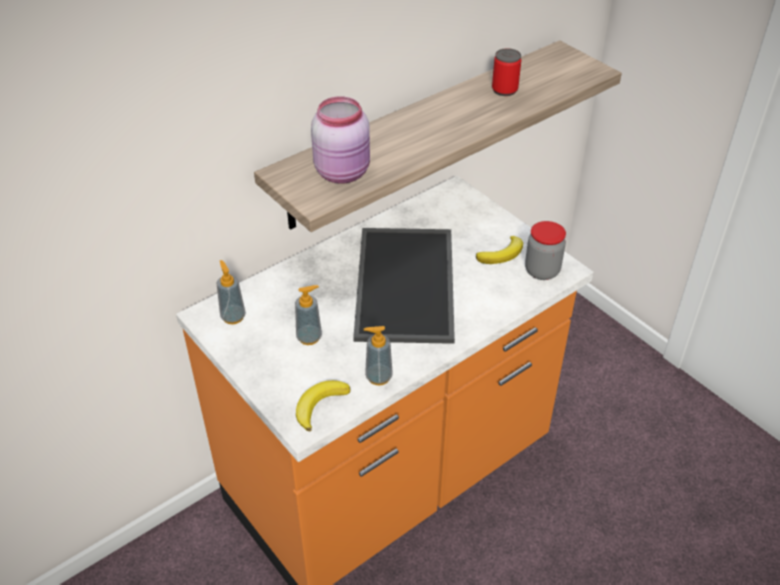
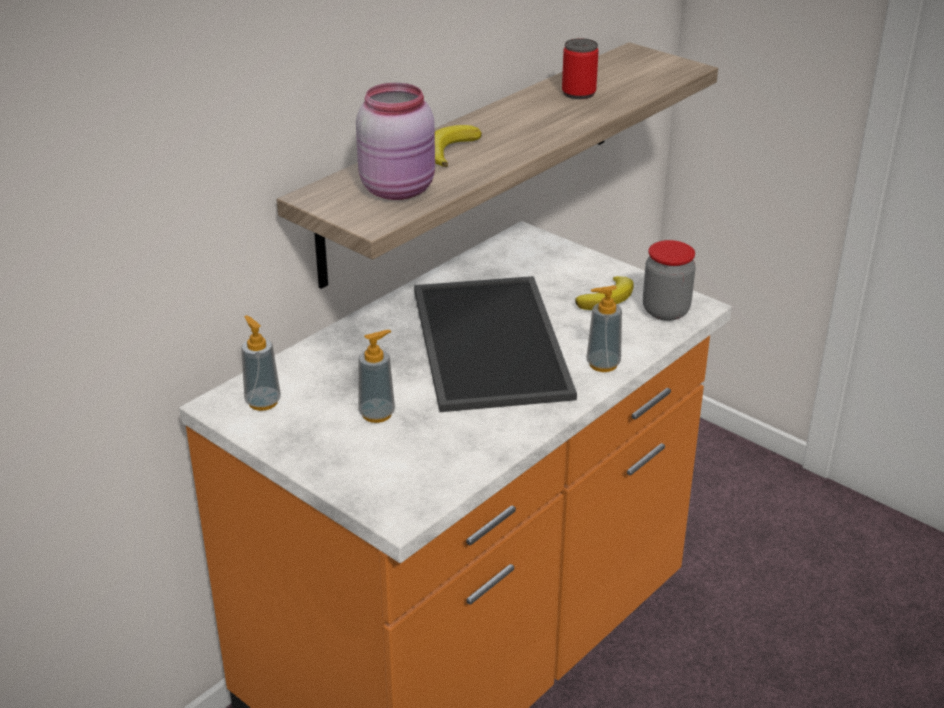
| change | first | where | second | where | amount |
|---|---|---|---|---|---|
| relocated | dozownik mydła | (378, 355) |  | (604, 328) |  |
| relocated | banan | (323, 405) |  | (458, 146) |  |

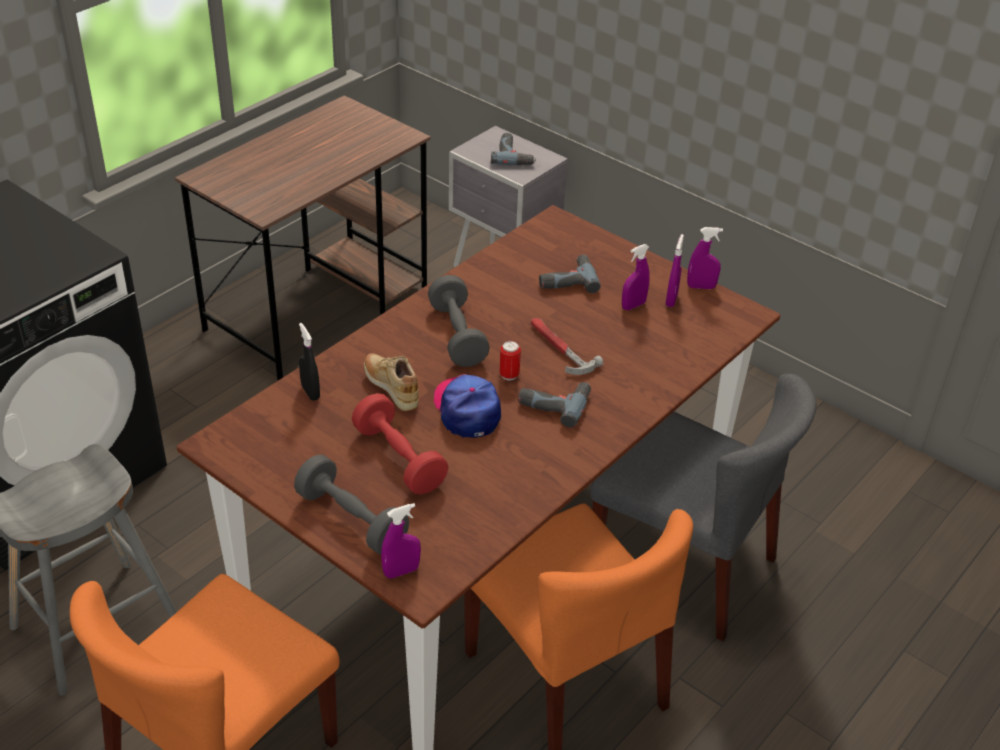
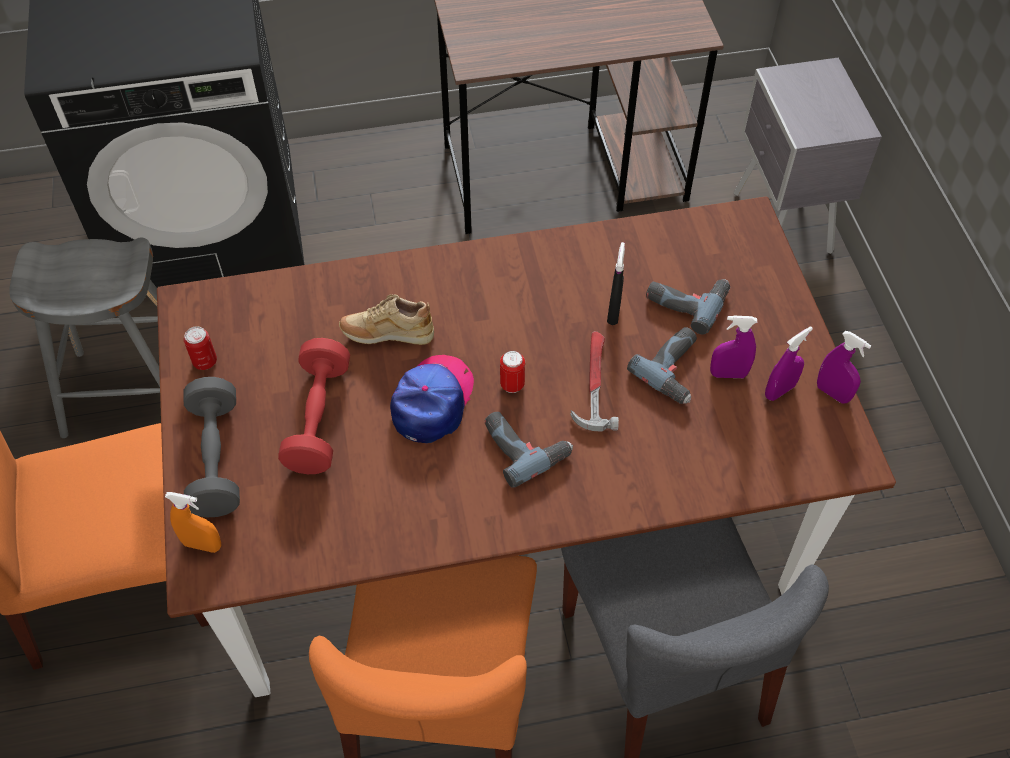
| change | first | where | second | where | amount |
|---|---|---|---|---|---|
| relocated | wiertarka | (513, 149) |  | (662, 365) |  |
| missing | hantel [szary] | (459, 321) |  |  |  |
| relocated | spryskiwacz [czarny] | (309, 362) |  | (616, 283) |  |
| spun | but [beżowy] | (391, 382) |  | (386, 319) | 90 degrees counterclockwise |
| colour | spryskiwacz [fioletowy] | (401, 540) | spryskiwacz [pomarańczowy] | (193, 522) |  |
| appeared |  |  | puszka | (200, 348) |  |

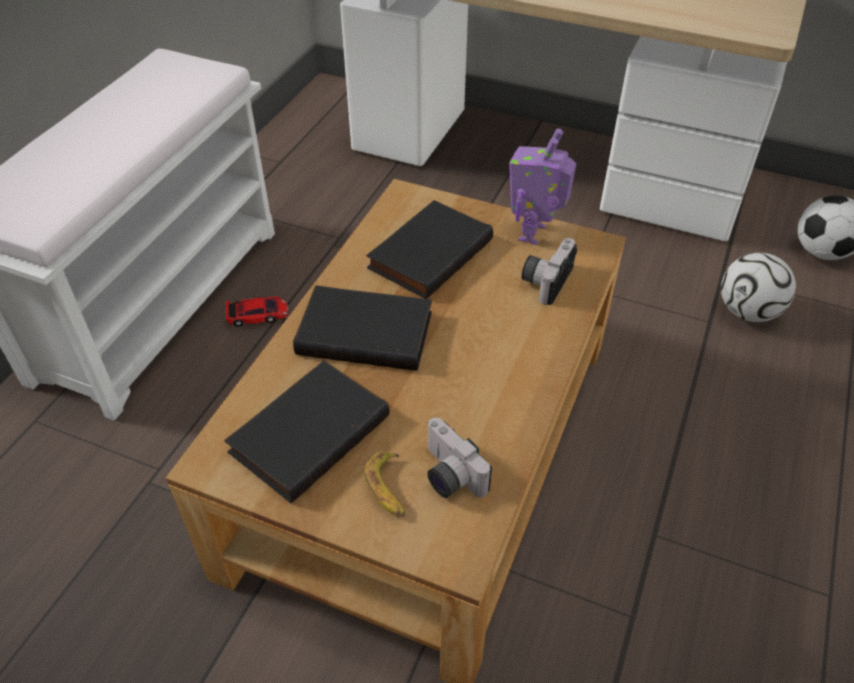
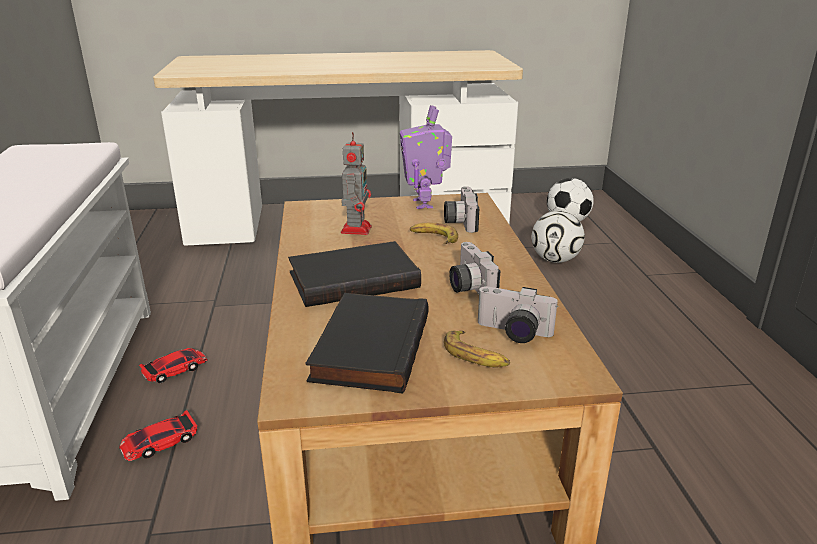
| change | first | where | second | where | amount |
|---|---|---|---|---|---|
| exchanged | książka [czarny] | (429, 249) | robot zabawkowy | (356, 183) |  |
| appeared |  |  | banan | (434, 233) |  |
| appeared |  |  | aparat fotograficzny | (474, 268) |  |
| appeared |  |  | samochodzik | (158, 435) |  |

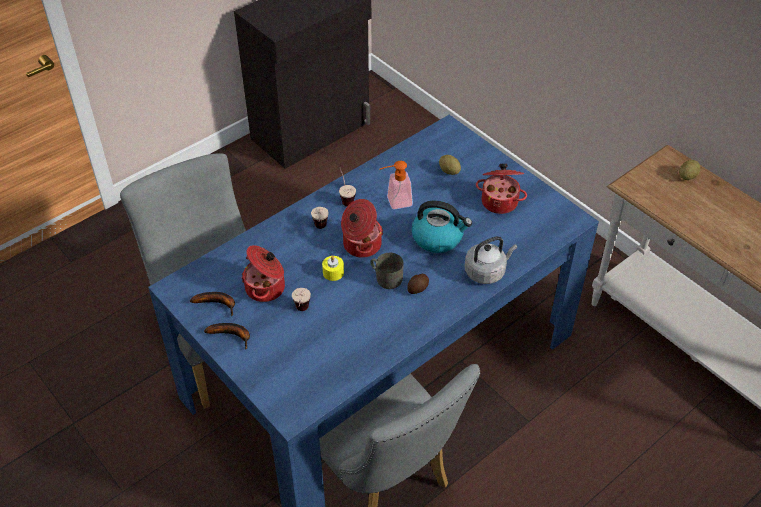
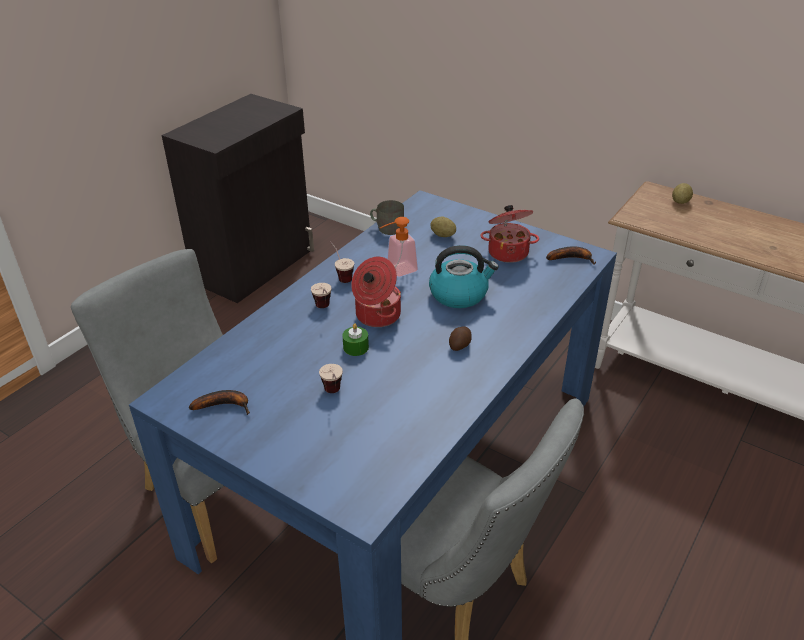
| change | first | where | second | where | amount |
|---|---|---|---|---|---|
| missing | czajnik [szary] | (491, 260) |  |  |  |
| missing | garnek | (263, 273) |  |  |  |
| relocated | kubek [szary] | (386, 271) |  | (387, 217) |  |
| colour | świeca [żółty] | (333, 268) | świeca [zielony] | (355, 339) |  |
| relocated | banan | (227, 336) |  | (571, 255) |  |

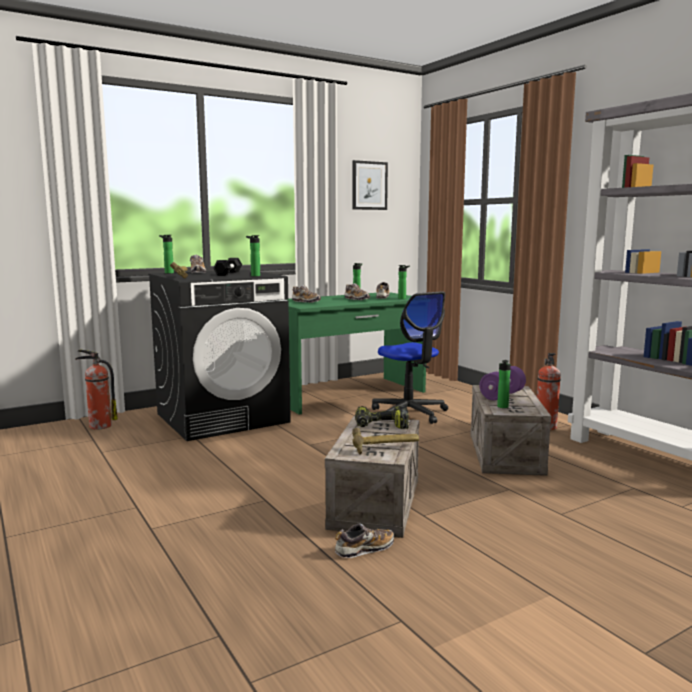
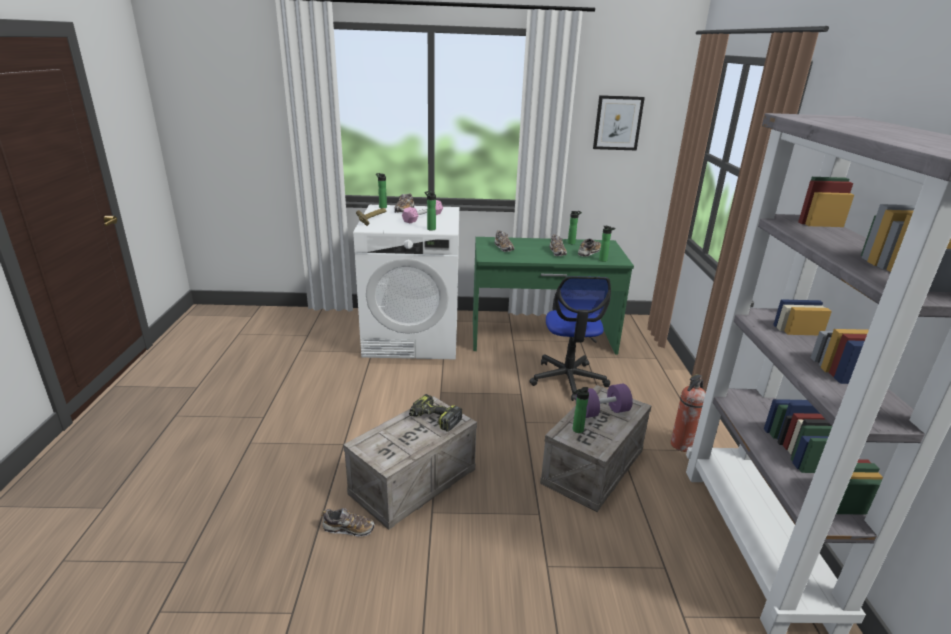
| change | first | where | second | where | amount |
|---|---|---|---|---|---|
| colour | hantel [czarny] | (227, 267) | hantel [różowy] | (422, 211) |  |
| colour | pralka [czarny] | (219, 355) | pralka [biały] | (406, 282) |  |
| missing | gaśnica | (96, 389) |  |  |  |
| missing | młotek | (385, 441) |  |  |  |

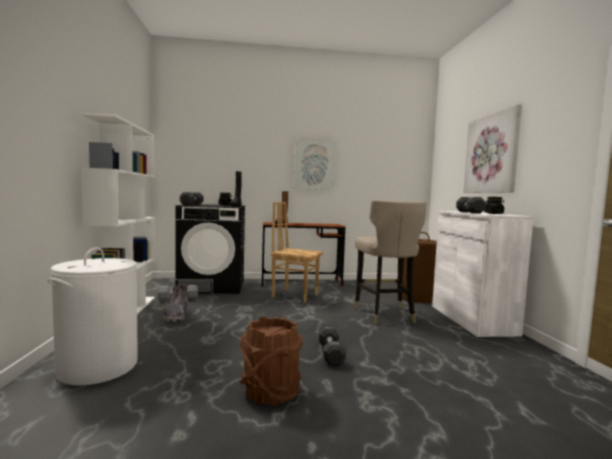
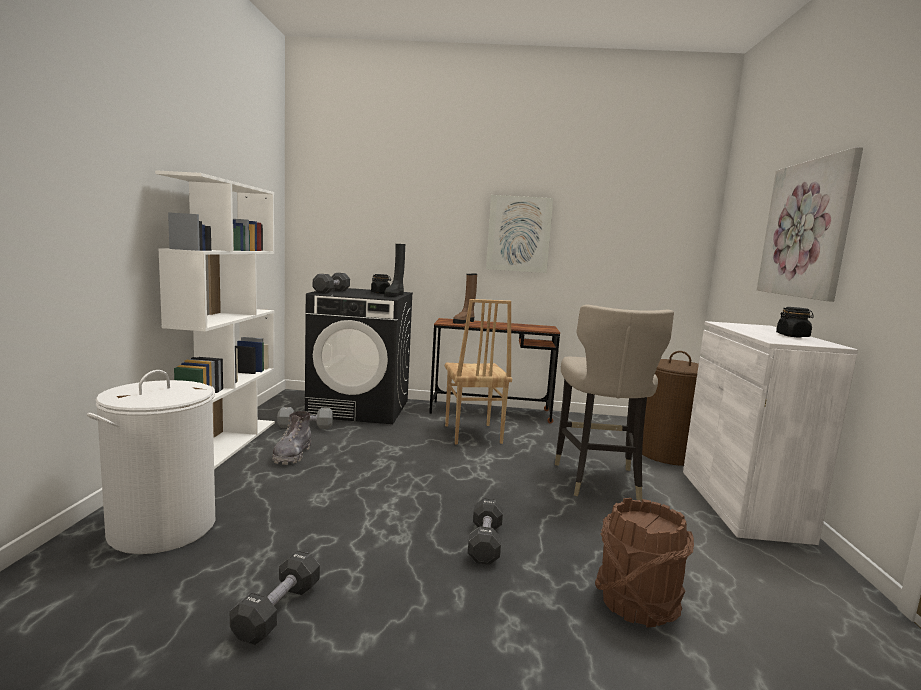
| change | first | where | second | where | amount |
|---|---|---|---|---|---|
| relocated | hantel [czarny] | (471, 205) |  | (275, 597) |  |
| spun | krzesło [brązowy] | (297, 252) |  | (478, 372) | 135 degrees counterclockwise |
| relocated | wiadro [brązowy] | (271, 361) |  | (644, 563) |  |

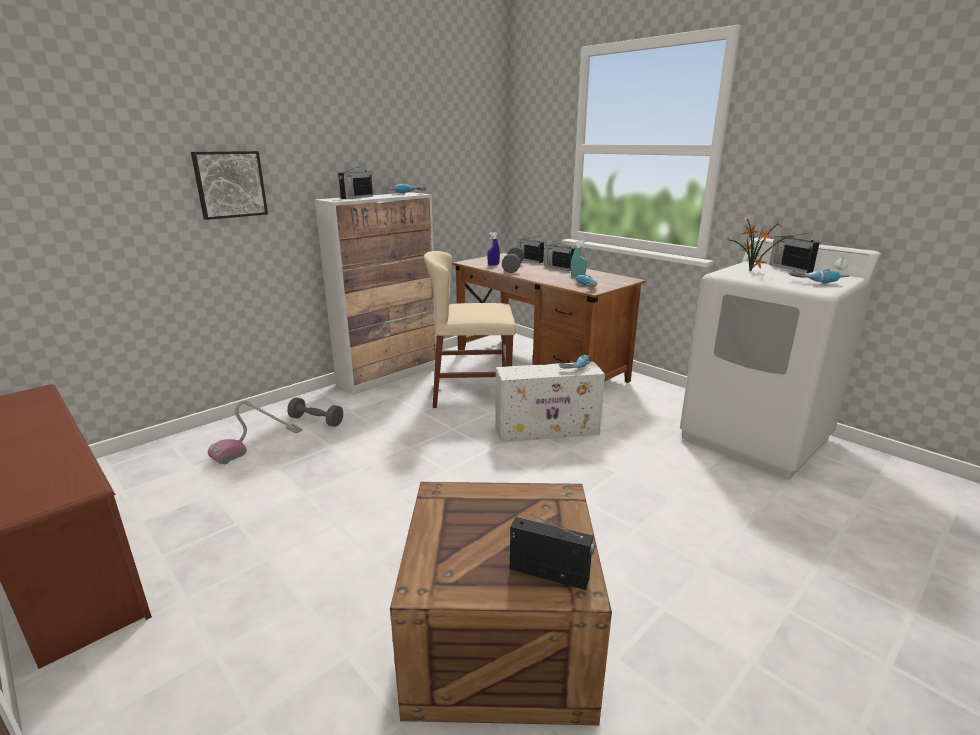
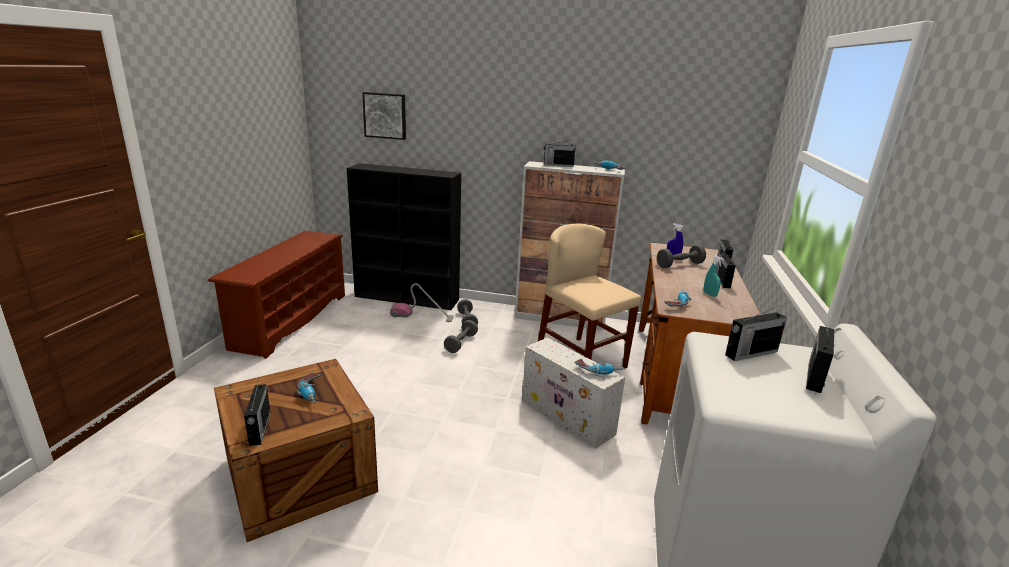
| change | first | where | second | where | amount |
|---|---|---|---|---|---|
| relocated | obraz | (229, 185) |  | (384, 116) |  |
| exchanged | roślina doniczkowa | (761, 243) | radio | (756, 333) |  |
| relocated | wiertarka | (818, 276) |  | (309, 388) |  |
| appeared |  |  | regał [czarny] | (404, 236) |  |
| appeared |  |  | hantel [szary] | (461, 336) |  |

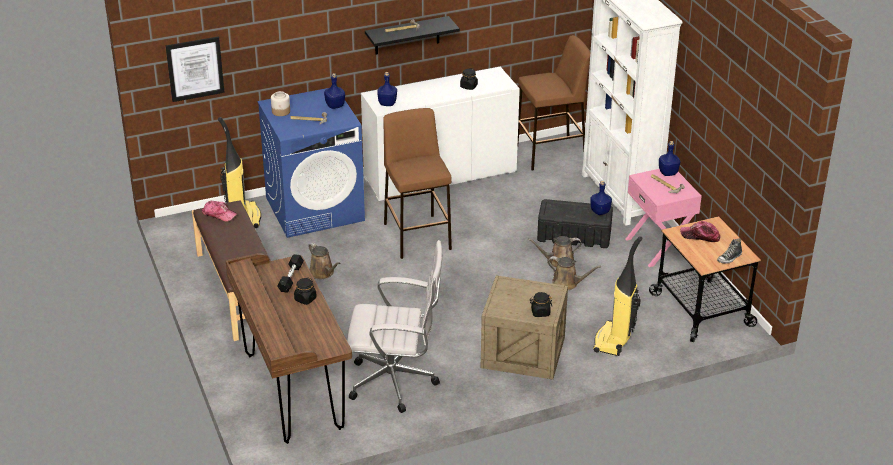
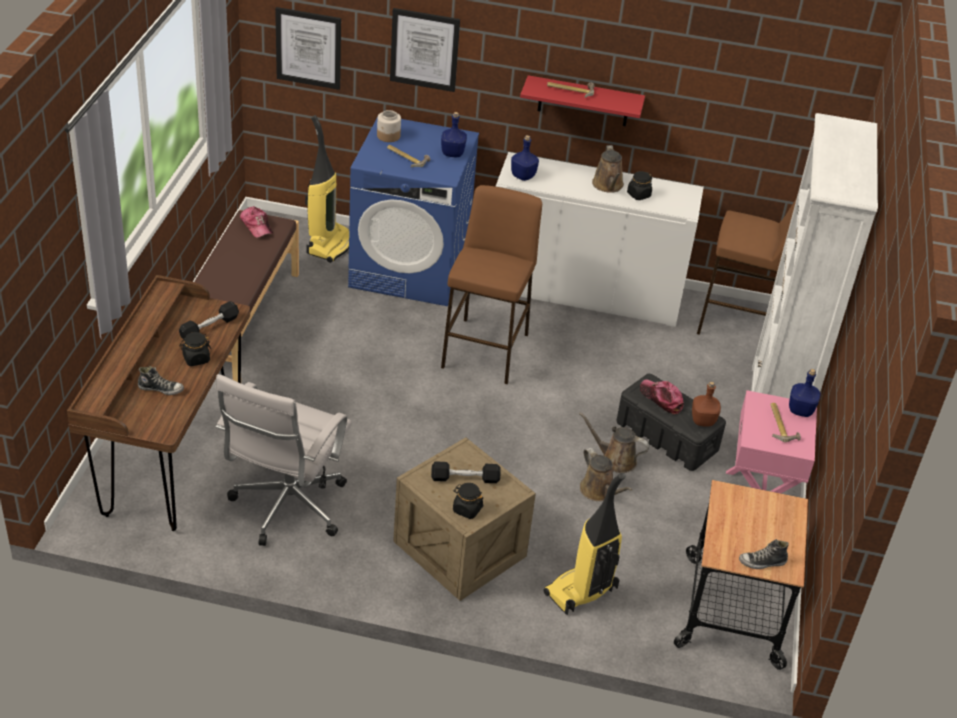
| change | first | where | second | where | amount |
|---|---|---|---|---|---|
| colour | półka [czarny] | (412, 35) | półka [czerwony] | (582, 100) |  |
| colour | butelka [niebieski] | (601, 198) | butelka [brązowy] | (706, 404) |  |
| relocated | czapka z daszkiem | (700, 231) |  | (662, 396) |  |
| spun | krzesło biurowe [biały] | (394, 326) |  | (284, 460) | 75 degrees clockwise |
| relocated | konewka [brązowy] | (324, 261) |  | (608, 169) |  |
| appeared |  |  | obraz | (425, 50) |  |
| appeared |  |  | but | (161, 380) |  |
| appeared |  |  | hantel [czarny] | (466, 472) |  |

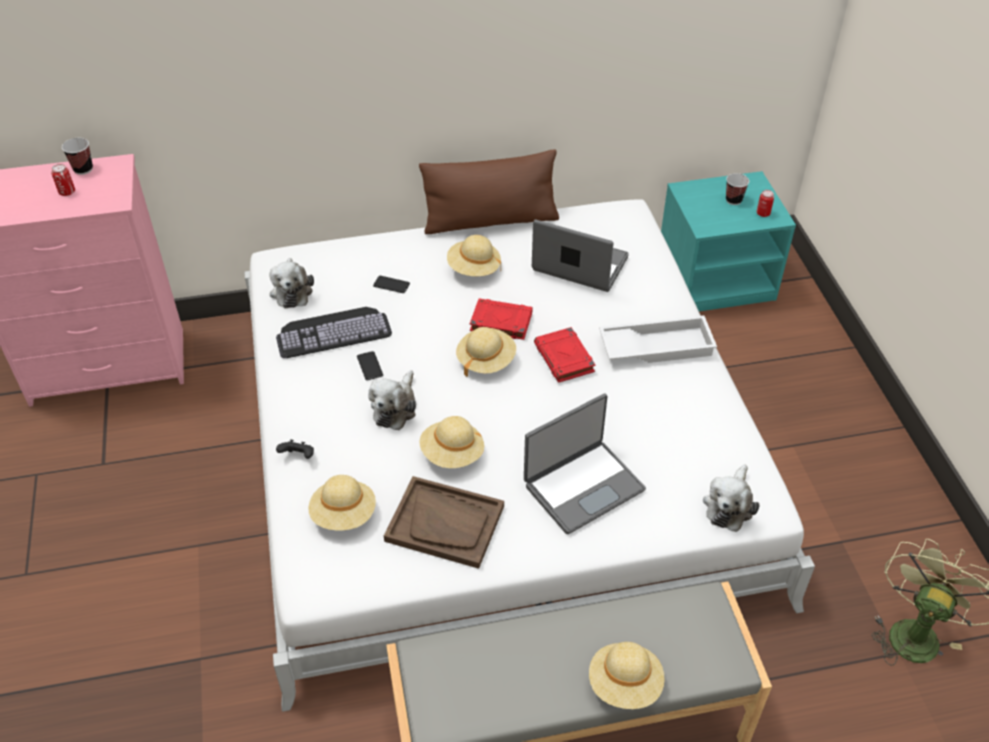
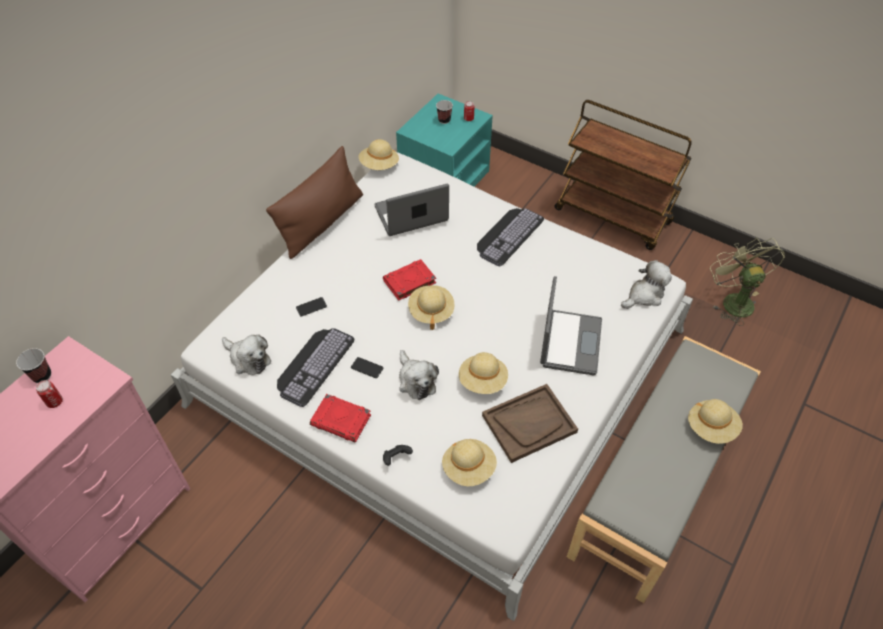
| change | first | where | second | where | amount |
|---|---|---|---|---|---|
| relocated | kapelusz [beżowy] | (474, 255) |  | (379, 154) |  |
| exchanged | taca [biały] | (658, 339) | klawiatura | (510, 237) |  |
| relocated | książka [czerwony] | (565, 354) |  | (340, 418) |  |
| spun | pluszak | (731, 498) |  | (646, 284) | 105 degrees counterclockwise |
| appeared |  |  | wózek [brązowy] | (623, 175) |  |

